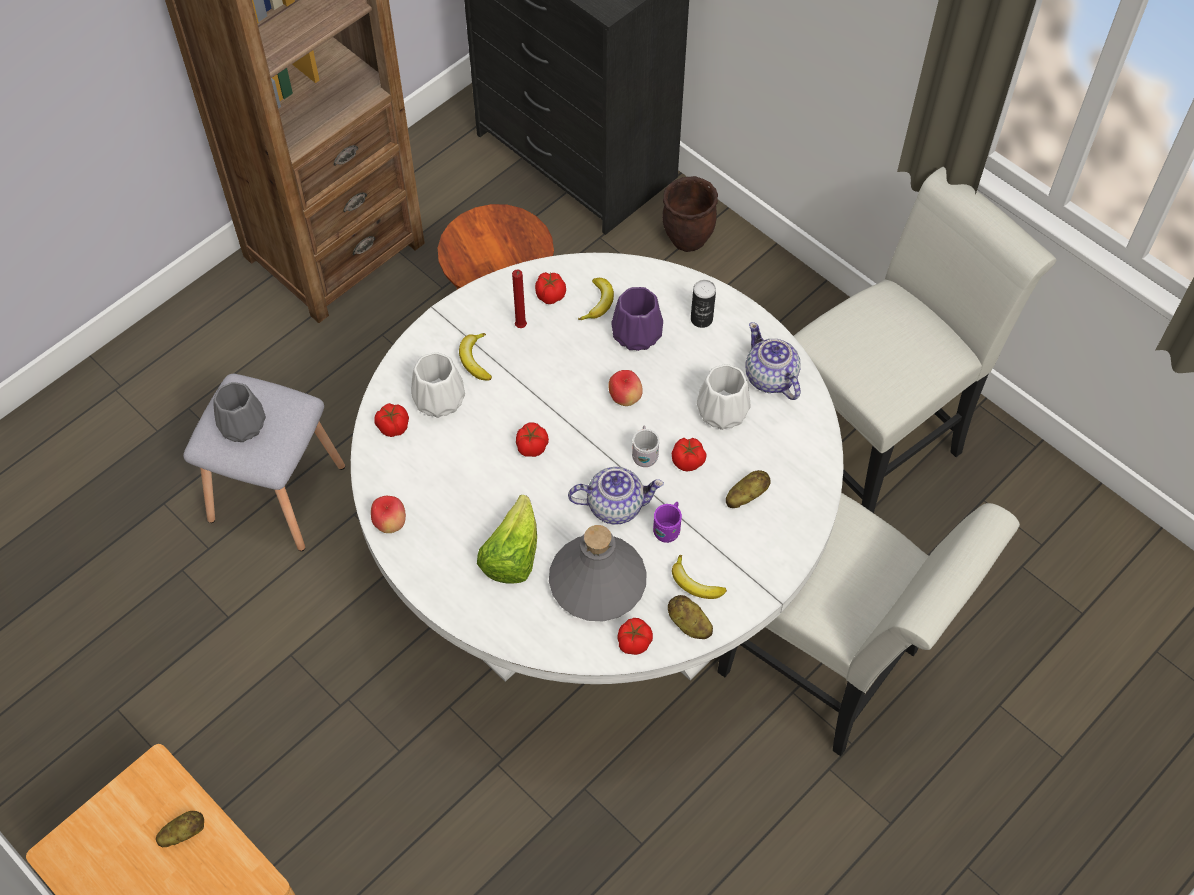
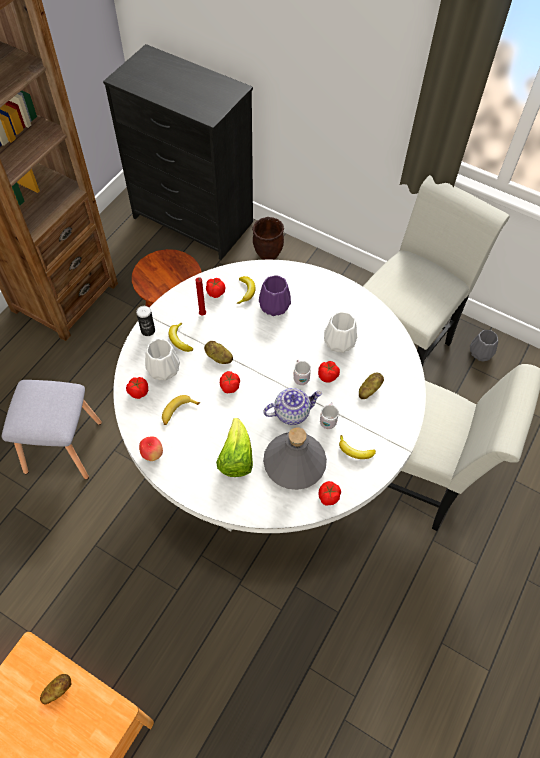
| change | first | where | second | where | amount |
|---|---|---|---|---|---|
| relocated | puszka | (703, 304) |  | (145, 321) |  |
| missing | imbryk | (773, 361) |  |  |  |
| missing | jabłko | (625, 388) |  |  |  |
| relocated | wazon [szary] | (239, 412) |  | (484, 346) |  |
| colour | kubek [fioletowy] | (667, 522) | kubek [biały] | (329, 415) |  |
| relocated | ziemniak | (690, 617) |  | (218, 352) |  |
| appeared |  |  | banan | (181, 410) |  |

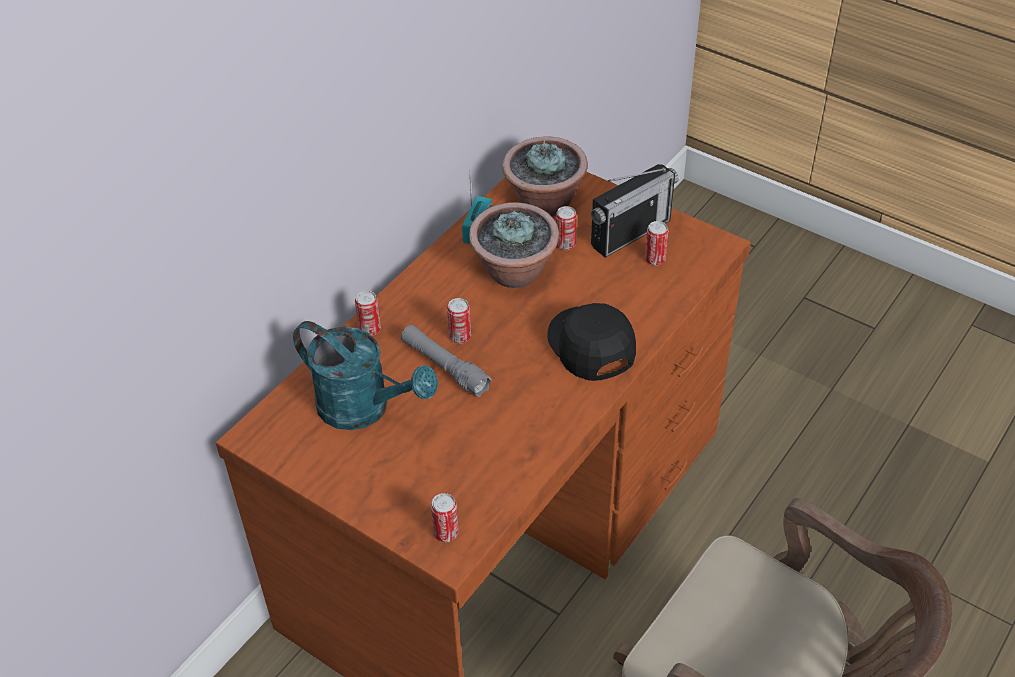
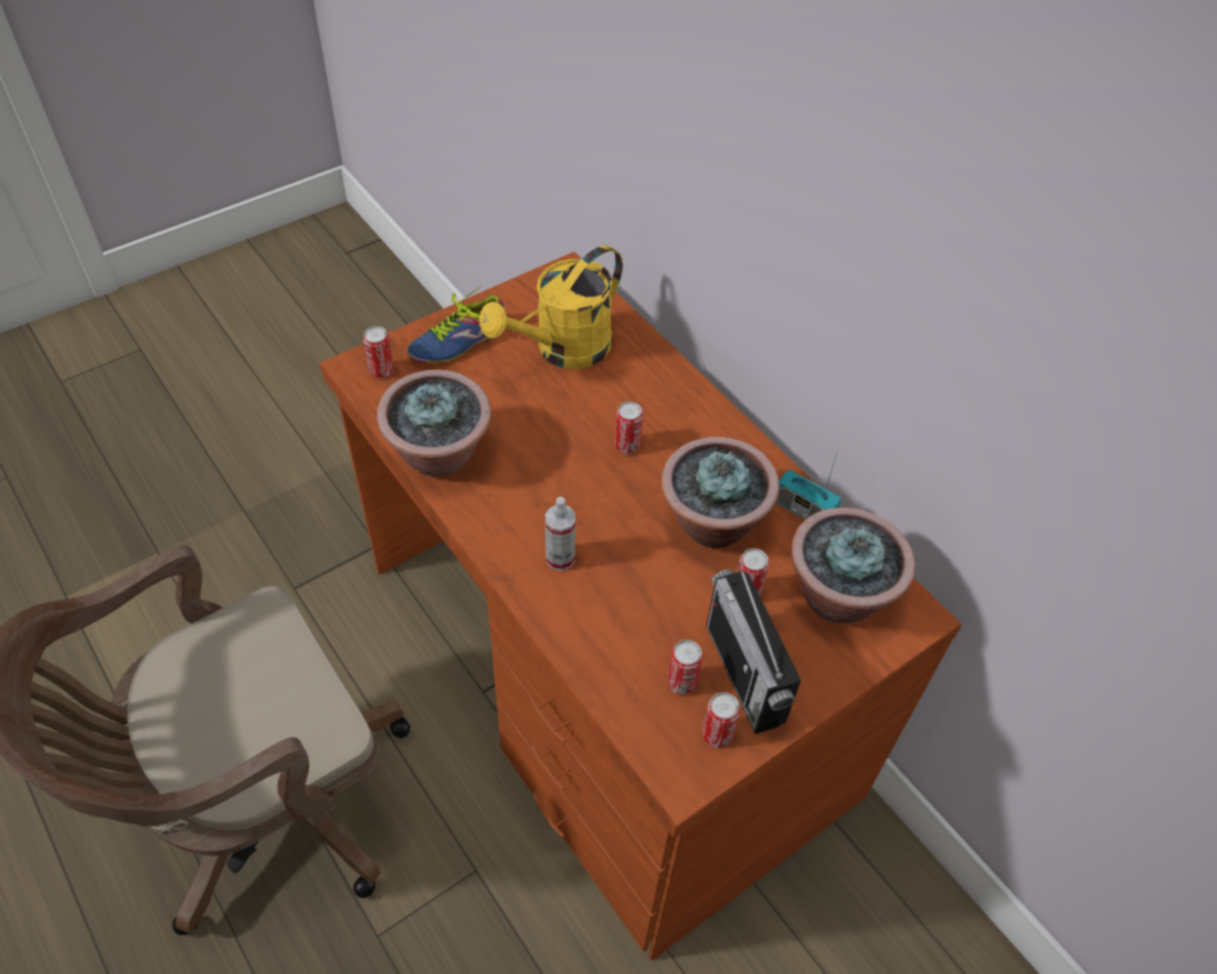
| change | first | where | second | where | amount |
|---|---|---|---|---|---|
| relocated | puszka | (368, 313) |  | (721, 720) |  |
| exchanged | czapka z daszkiem [czarny] | (591, 342) | spryskiwacz | (560, 534) |  |
| colour | konewka [turkusowy] | (365, 375) | konewka [żółty] | (551, 307) |  |
| missing | latarka [szary] | (446, 361) |  |  |  |
| appeared |  |  | but | (455, 324) |  |
| appeared |  |  | roślina doniczkowa | (434, 423) |  |

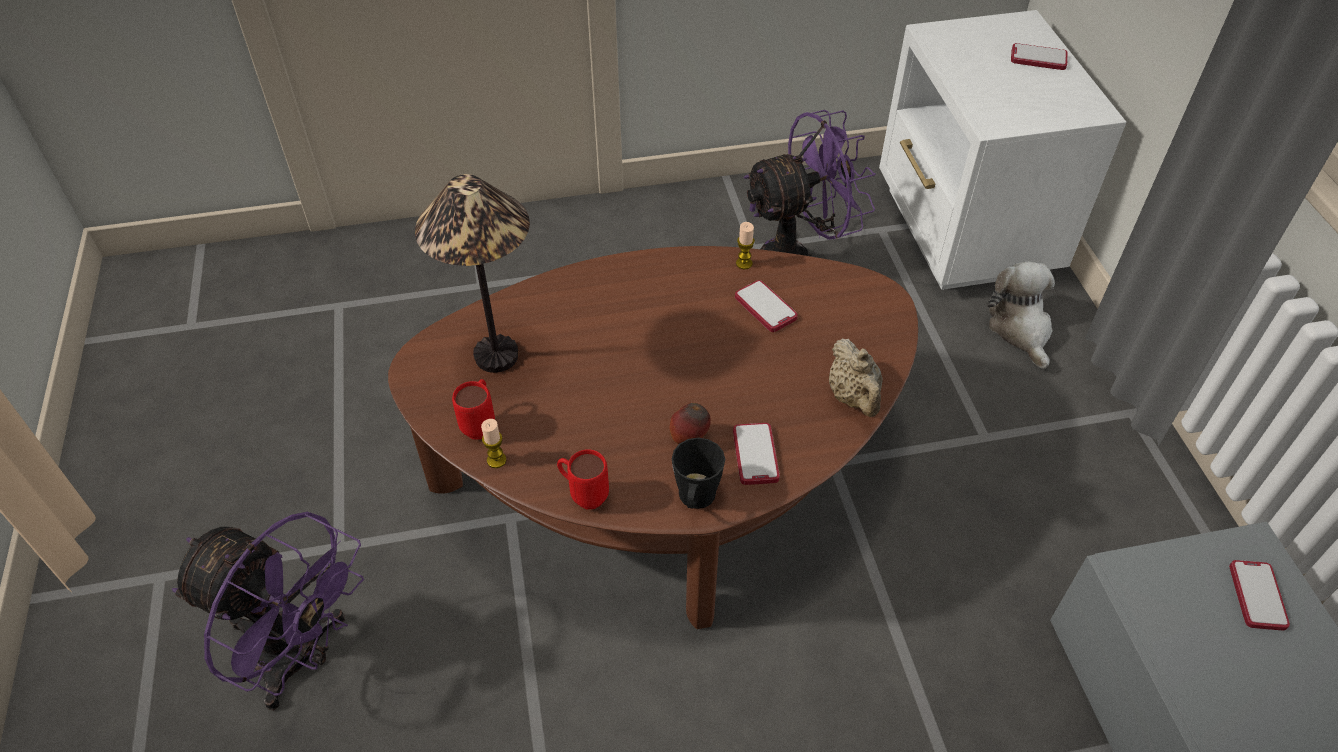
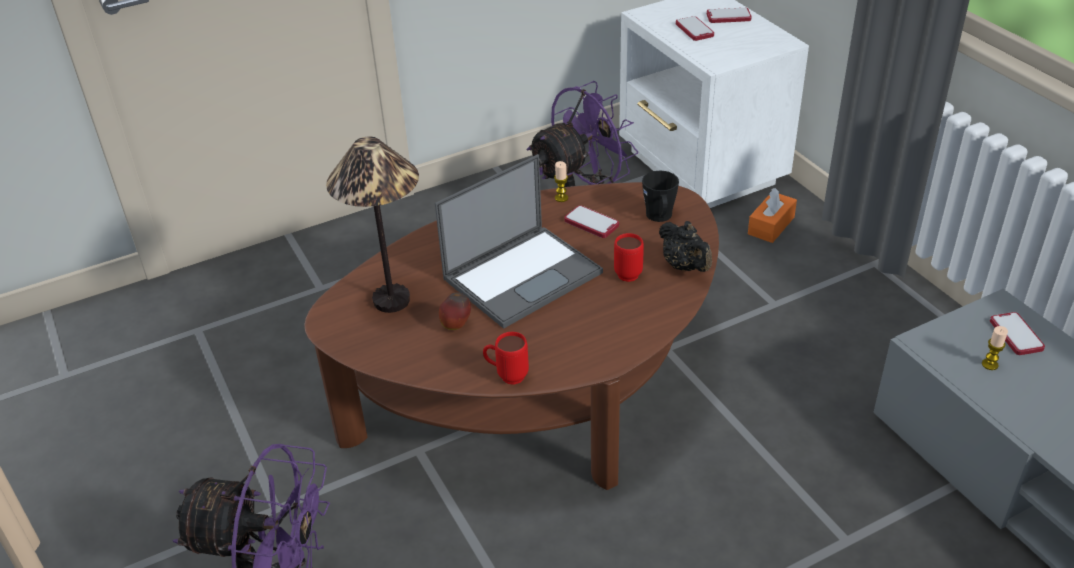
| change | first | where | second | where | amount |
|---|---|---|---|---|---|
| exchanged | pluszak | (1021, 315) | pudełko chusteczek [pomarańczowy] | (772, 215) |  |
| colour | imbryk [beżowy] | (856, 378) | imbryk [czarny] | (685, 246) |  |
| relocated | kubek [czerwony] | (473, 409) |  | (629, 257) |  |
| relocated | jabłko | (690, 423) |  | (455, 311) |  |
| relocated | świeca | (494, 443) |  | (995, 348) |  |
| relocated | telefon | (756, 454) |  | (695, 28) |  |
| relocated | kubek [czarny] | (698, 473) |  | (660, 196) |  |
| appeared |  |  | laptop | (519, 241) |  |

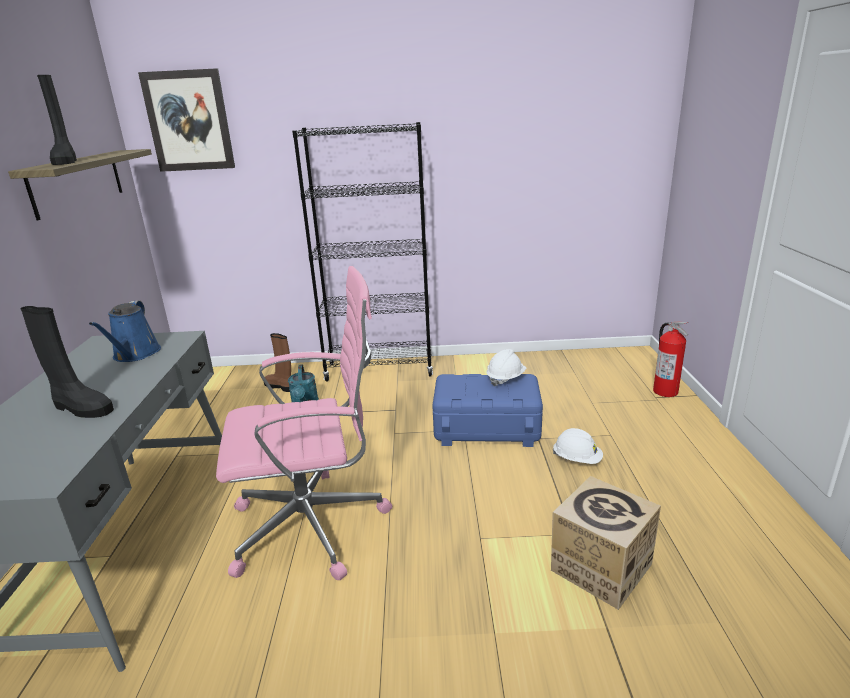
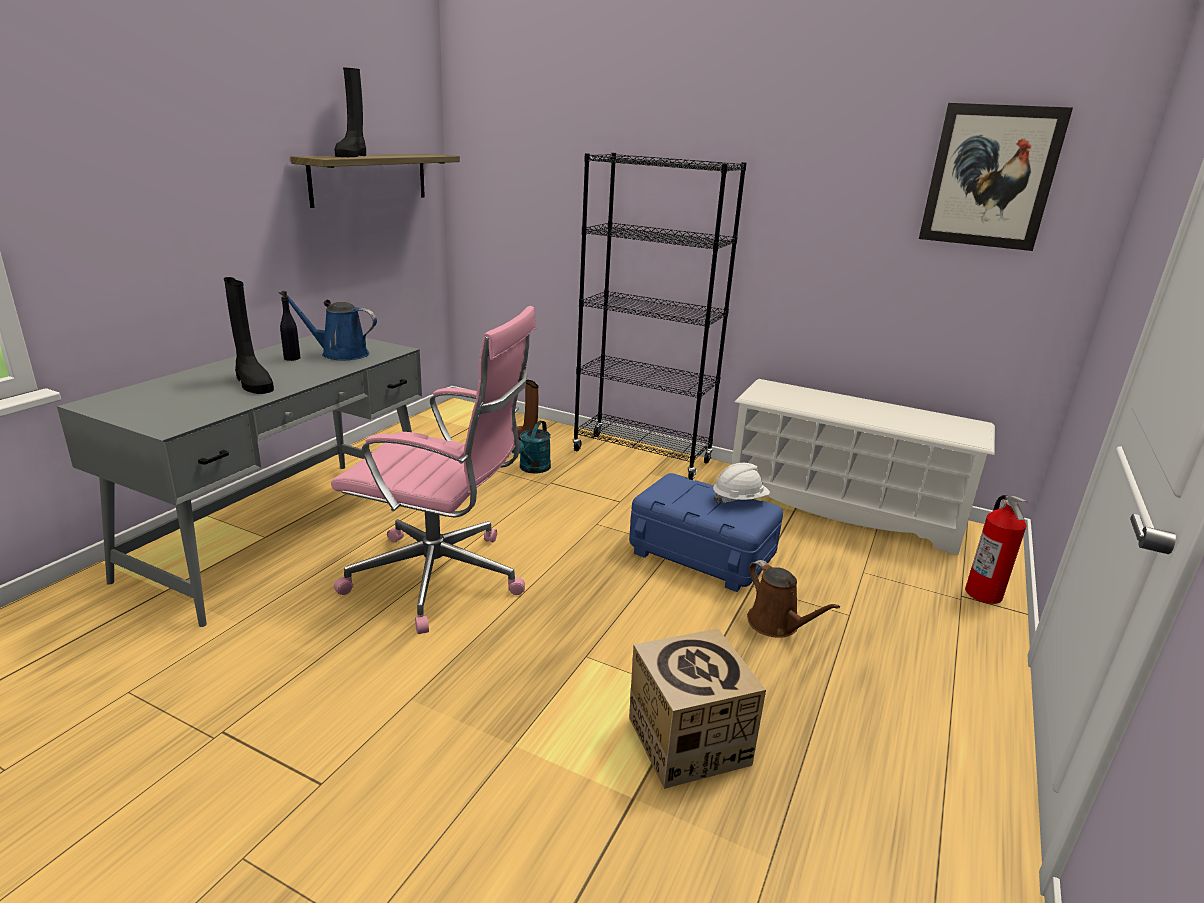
| change | first | where | second | where | amount |
|---|---|---|---|---|---|
| relocated | obraz | (186, 120) |  | (996, 177) |  |
| spun | konewka [niebieski] | (125, 331) |  | (328, 326) | 75 degrees clockwise |
| exchanged | kask [biały] | (577, 446) | konewka [brązowy] | (793, 599) |  |
| appeared |  |  | butelka [czarny] | (290, 326) |  |
| appeared |  |  | regał na buty [biały] | (863, 467) |  |

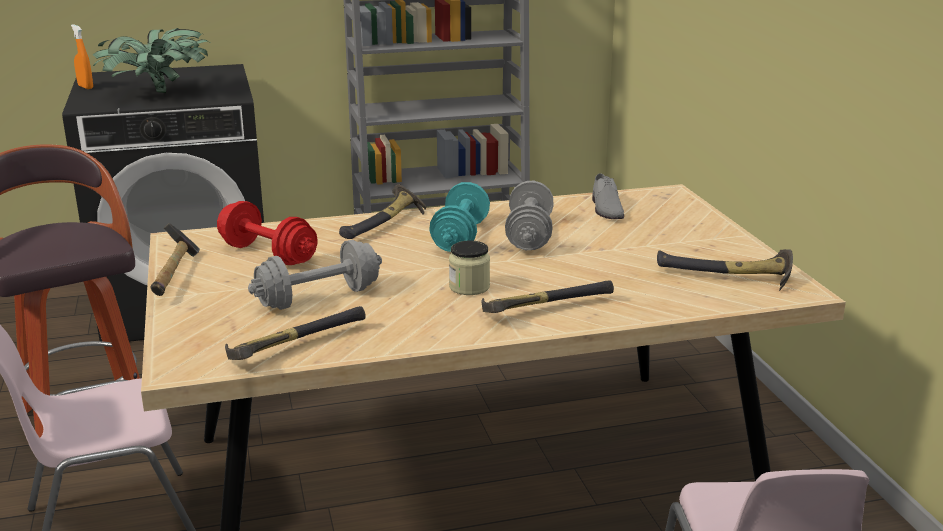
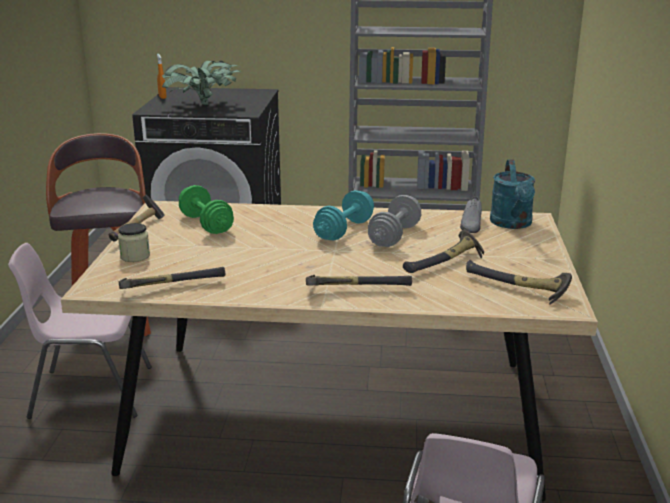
| change | first | where | second | where | amount |
|---|---|---|---|---|---|
| relocated | młotek | (382, 211) |  | (443, 251) |  |
| colour | hantel [czerwony] | (267, 233) | hantel [zielony] | (206, 209) |  |
| missing | hantel [szary] | (315, 275) |  |  |  |
| relocated | słoik | (469, 267) |  | (134, 242) |  |
| appeared |  |  | konewka [turkusowy] | (512, 194) |  |

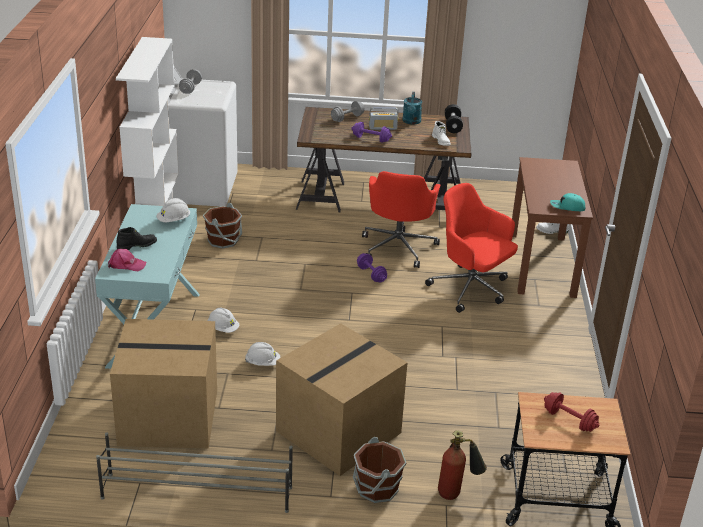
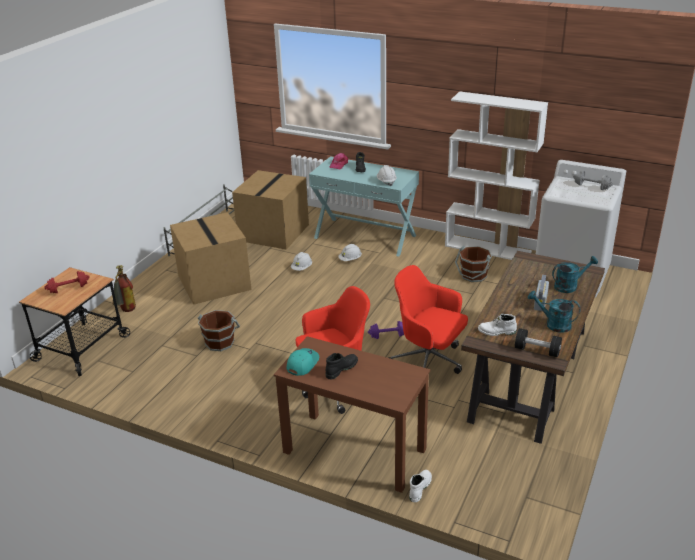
| change | first | where | second | where | amount |
|---|---|---|---|---|---|
| exchanged | hantel [szary] | (347, 111) | konewka [turkusowy] | (575, 274) |  |
| missing | hantel [fioletowy] | (371, 132) |  |  |  |
| relocated | wiadro [brązowy] | (379, 470) |  | (219, 330) |  |
| appeared |  |  | but z cholewką [czarny] | (341, 366) |  |

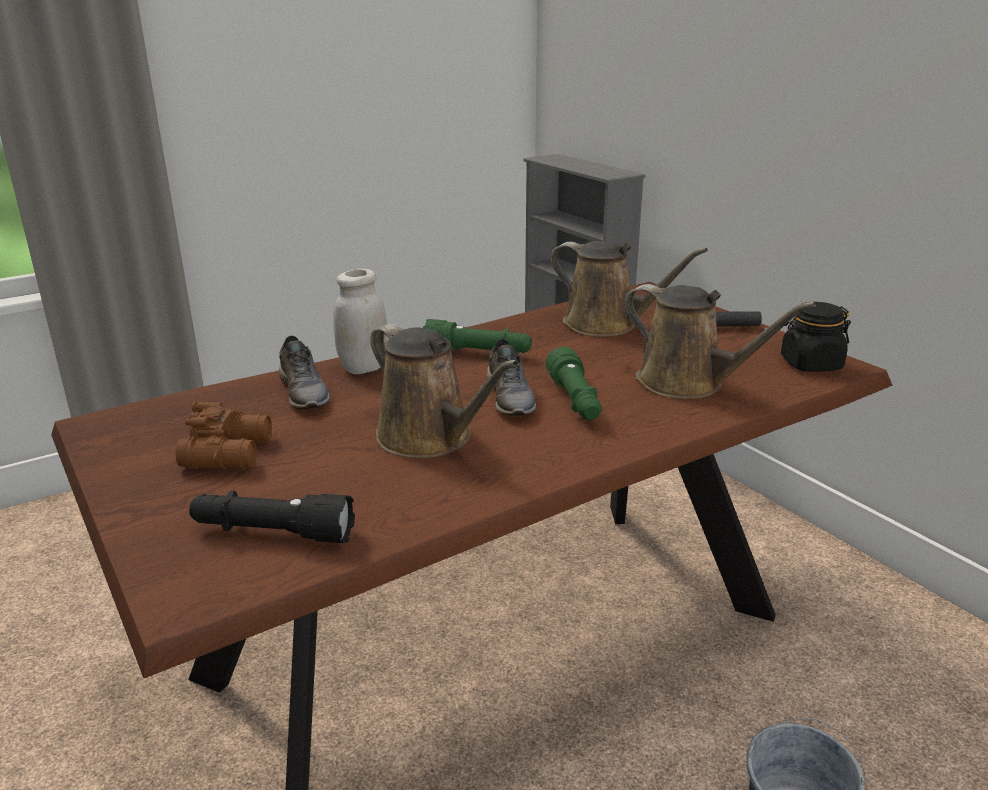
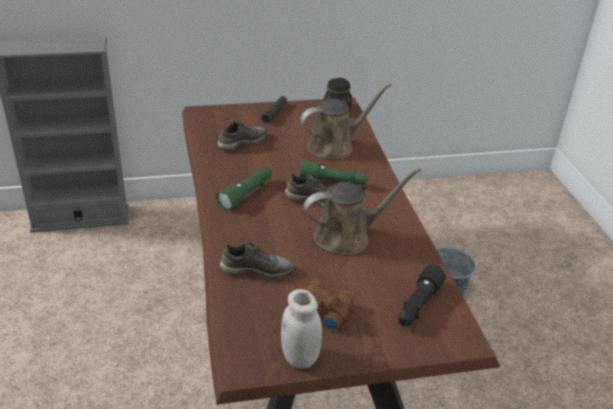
| change | first | where | second | where | amount |
|---|---|---|---|---|---|
| exchanged | konewka [brązowy] | (629, 289) | but [szary] | (242, 135) |  |
| relocated | słoik [biały] | (361, 321) |  | (301, 329) |  |

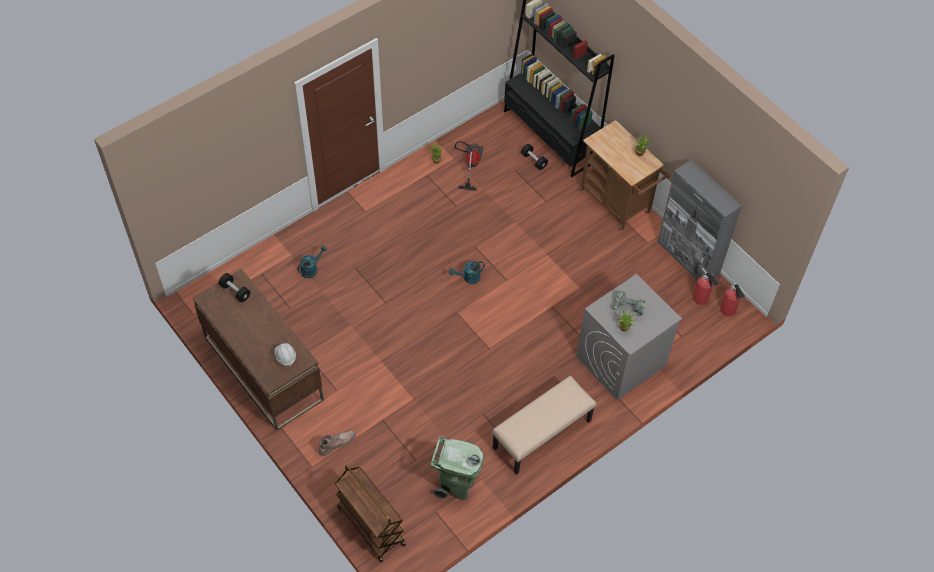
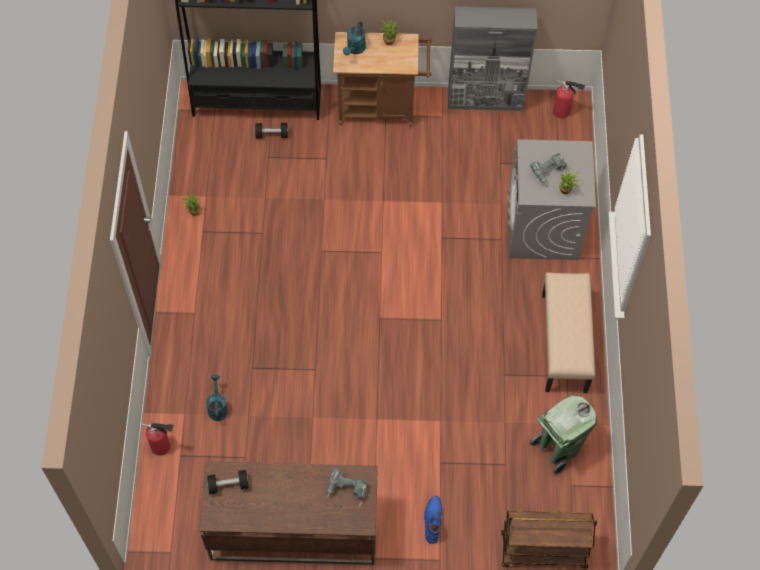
| change | first | where | second | where | amount |
|---|---|---|---|---|---|
| missing | odkurzacz | (469, 166) |  |  |  |
| relocated | konewka [turkusowy] | (467, 272) |  | (354, 38) |  |
| relocated | gaśnica | (706, 286) |  | (157, 438) |  |
| exchanged | kask [biały] | (285, 355) | wiertarka | (347, 487) |  |
| colour | but z cholewką [brązowy] | (337, 443) | but z cholewką [niebieski] | (433, 520) |  |

